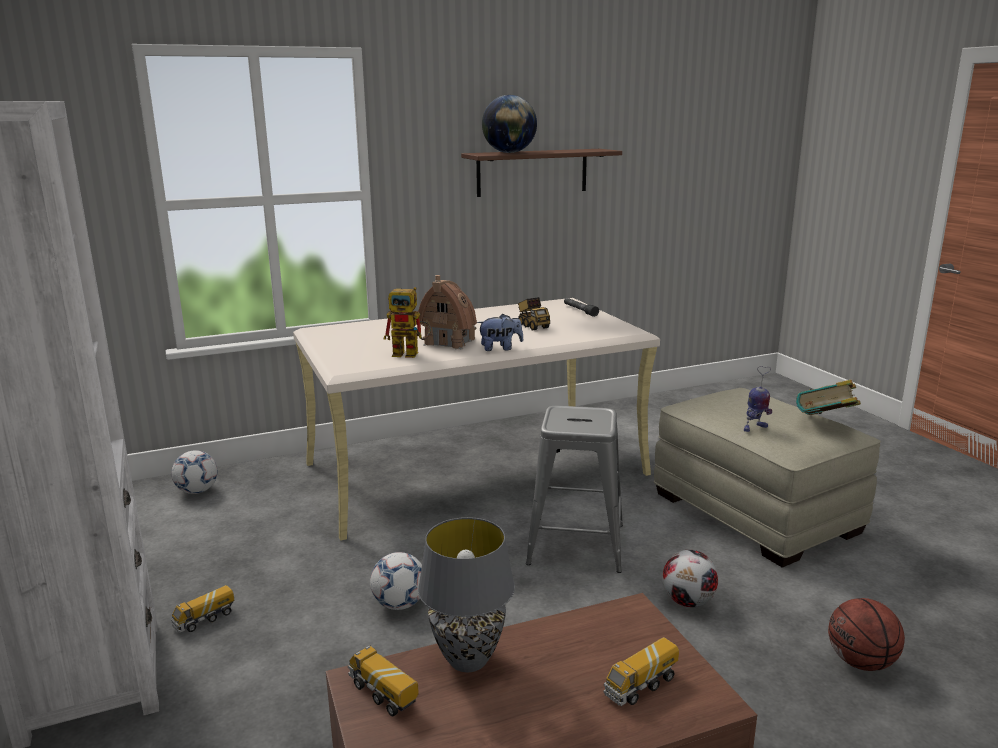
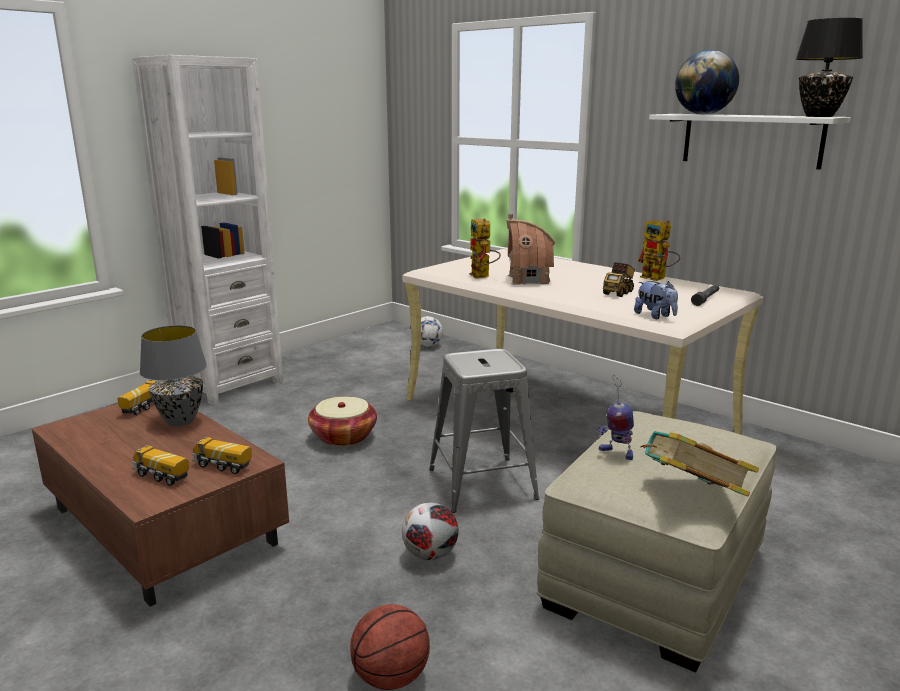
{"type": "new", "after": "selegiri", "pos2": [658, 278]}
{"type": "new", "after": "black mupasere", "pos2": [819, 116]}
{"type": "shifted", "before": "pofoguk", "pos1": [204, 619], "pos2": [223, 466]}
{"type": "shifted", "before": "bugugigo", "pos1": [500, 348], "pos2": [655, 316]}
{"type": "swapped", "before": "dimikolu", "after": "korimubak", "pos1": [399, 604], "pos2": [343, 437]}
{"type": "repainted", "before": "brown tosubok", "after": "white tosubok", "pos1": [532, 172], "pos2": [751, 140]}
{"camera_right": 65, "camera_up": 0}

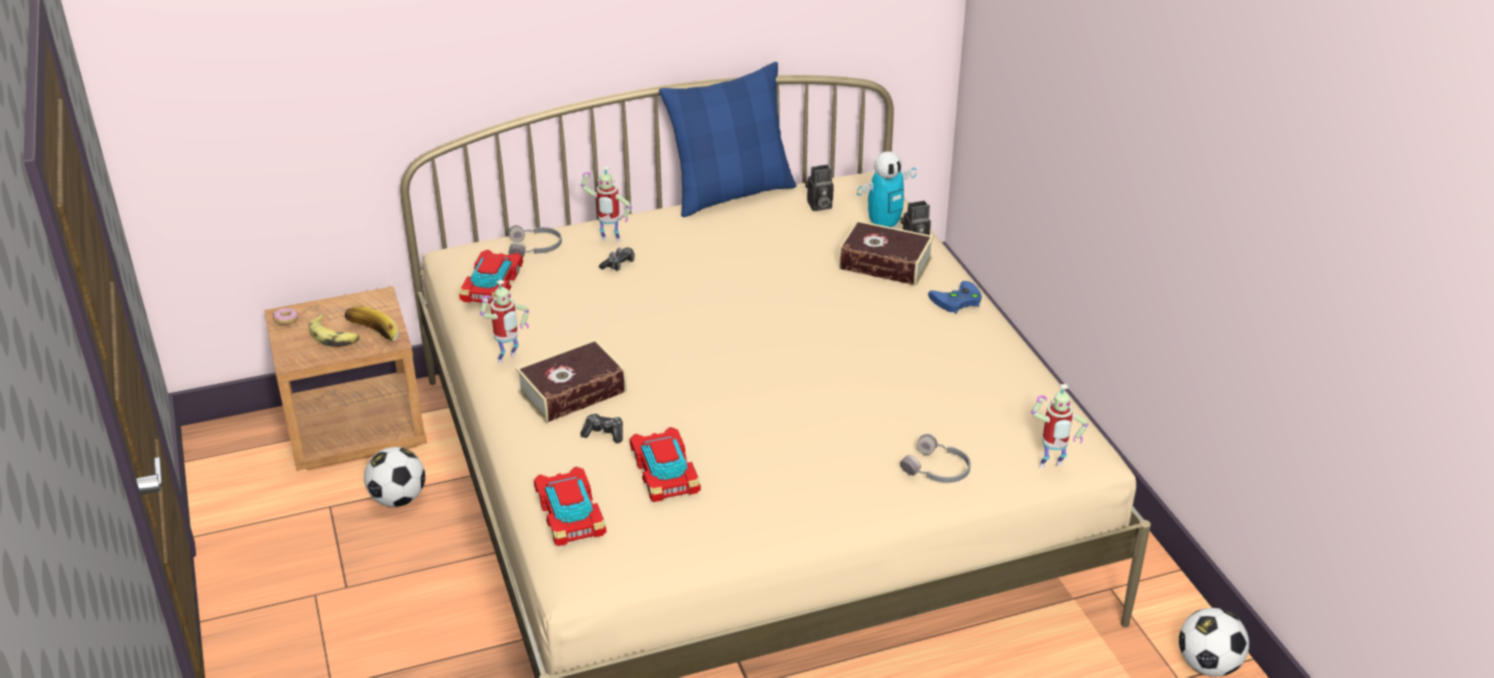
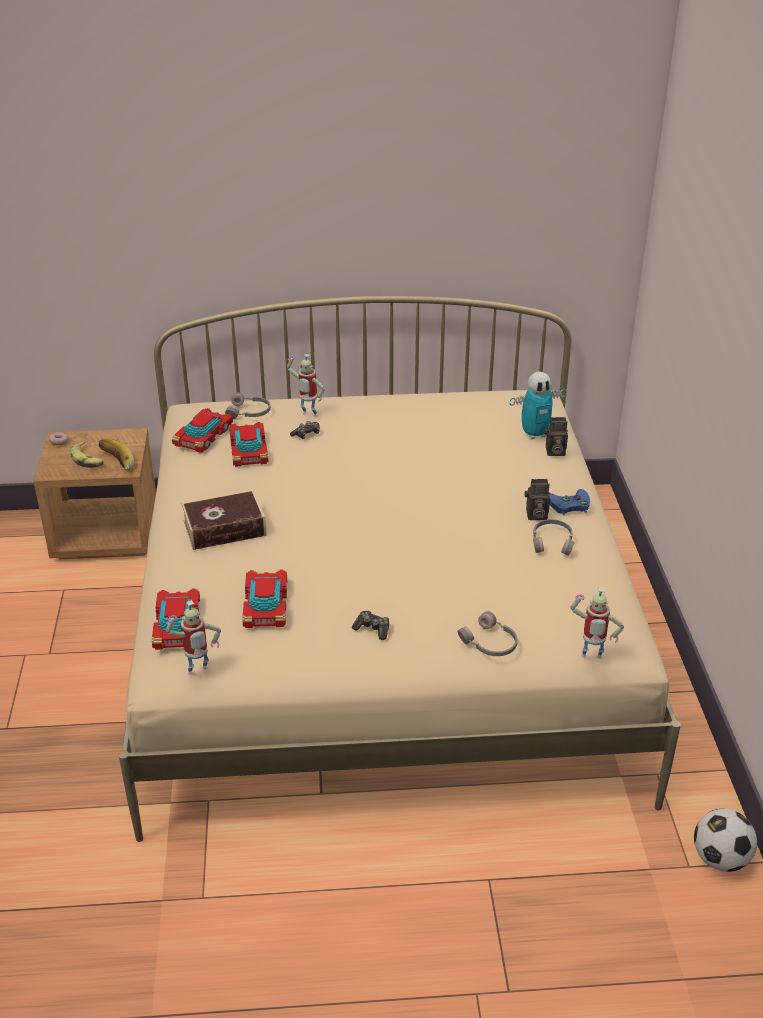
{"type": "gone", "before": "dimikolu", "pos1": [398, 499]}
{"type": "gone", "before": "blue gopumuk", "pos1": [731, 193]}
{"type": "gone", "before": "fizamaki", "pos1": [885, 263]}
{"type": "new", "after": "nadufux", "pos2": [249, 450]}
{"type": "new", "after": "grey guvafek", "pos2": [552, 542]}
{"type": "shifted", "before": "selegiri", "pos1": [508, 360], "pos2": [198, 672]}
{"type": "shifted", "before": "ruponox", "pos1": [604, 433], "pos2": [372, 629]}
{"type": "shifted", "before": "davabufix", "pos1": [818, 206], "pos2": [535, 515]}
{"camera_right": 15, "camera_up": 0}

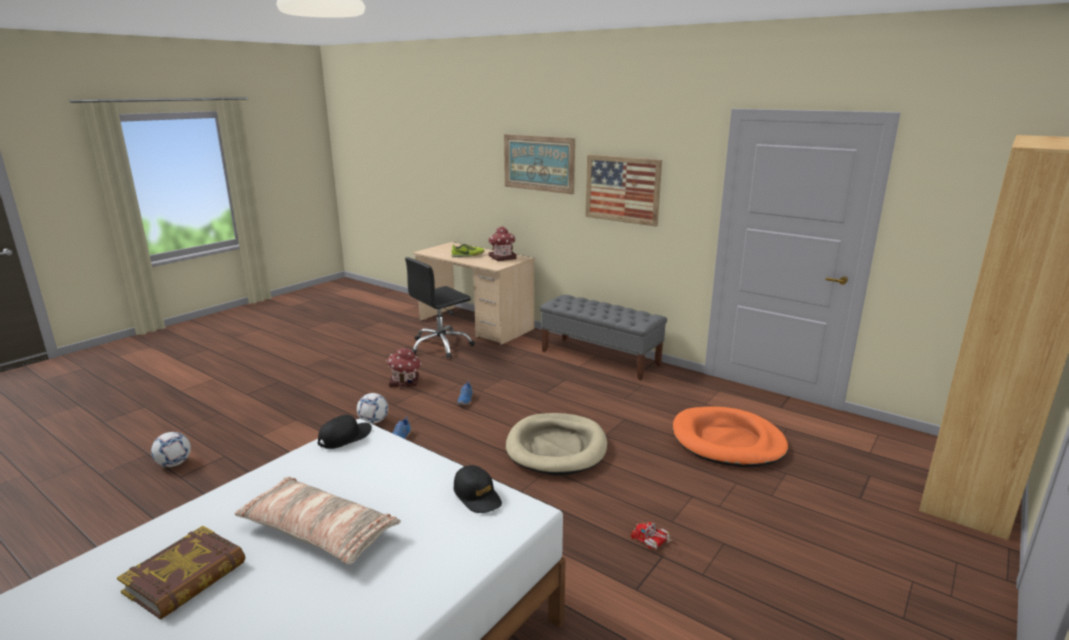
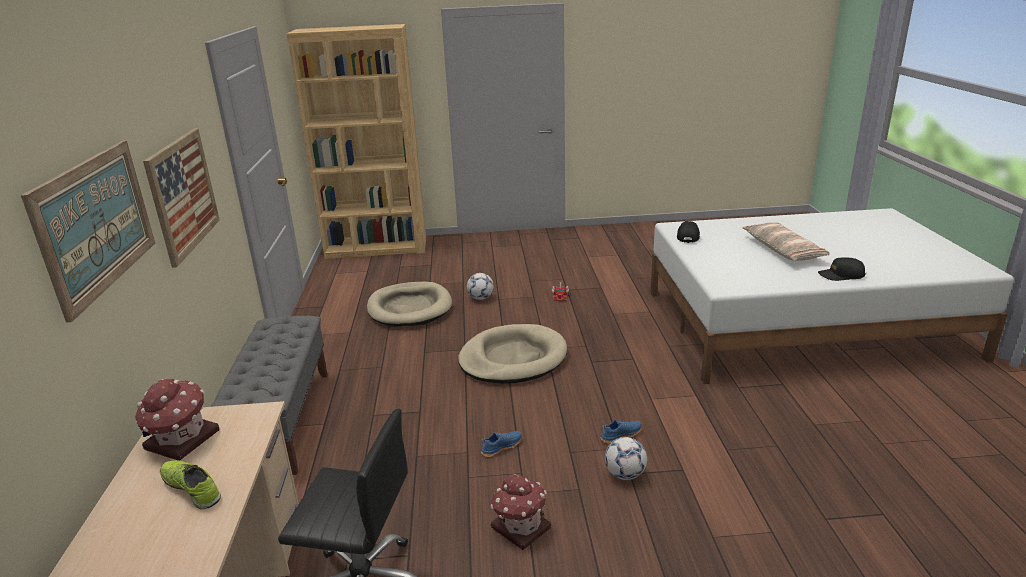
{"type": "gone", "before": "fizamaki", "pos1": [186, 578]}
{"type": "shifted", "before": "dimikolu", "pos1": [174, 464], "pos2": [481, 298]}
{"type": "shifted", "before": "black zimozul", "pos1": [345, 437], "pos2": [841, 275]}
{"type": "repainted", "before": "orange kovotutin", "after": "beige kovotutin", "pos1": [727, 441], "pos2": [410, 308]}
{"camera_right": -130, "camera_up": 5}

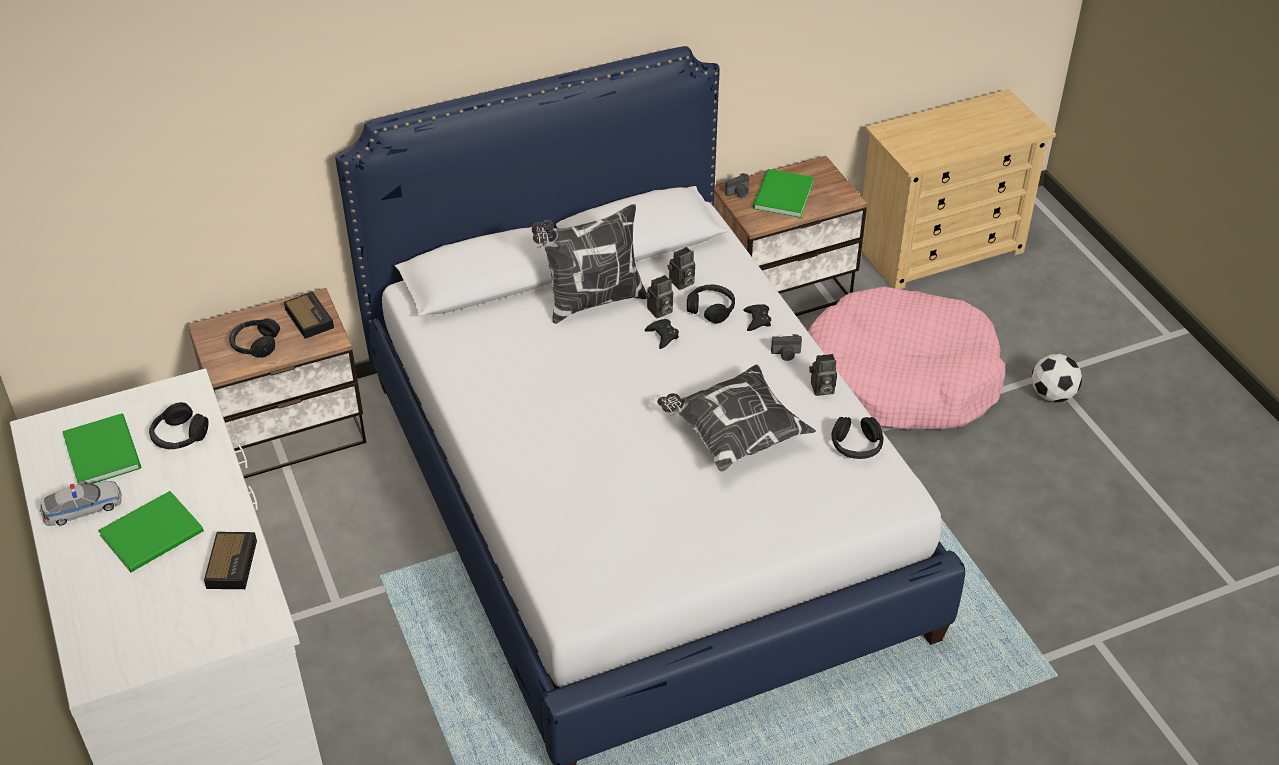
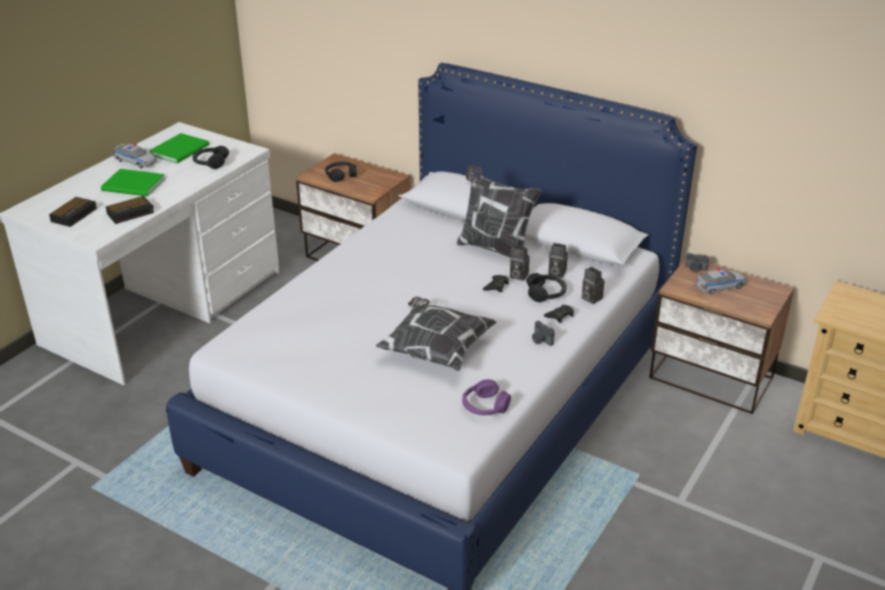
{"type": "gone", "before": "pink kovotutin", "pos1": [900, 379]}
{"type": "gone", "before": "dimikolu", "pos1": [1052, 395]}
{"type": "shifted", "before": "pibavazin", "pos1": [309, 318], "pos2": [74, 214]}
{"type": "shifted", "before": "davabufix", "pos1": [821, 389], "pos2": [590, 298]}
{"type": "swapped", "before": "green fizamaki", "after": "nadufux", "pos1": [781, 196], "pos2": [719, 286]}
{"type": "repainted", "before": "black guvafek", "after": "purple guvafek", "pos1": [856, 446], "pos2": [484, 406]}
{"camera_right": 55, "camera_up": -10}

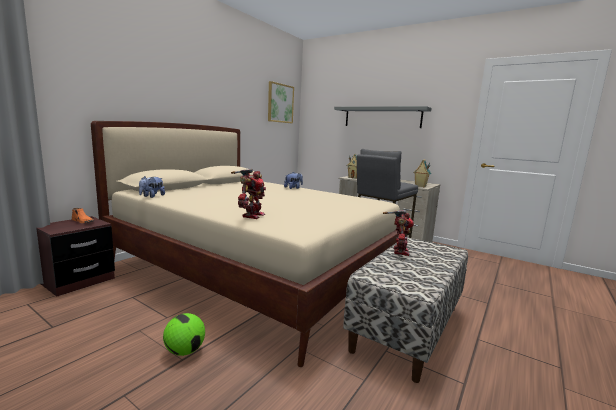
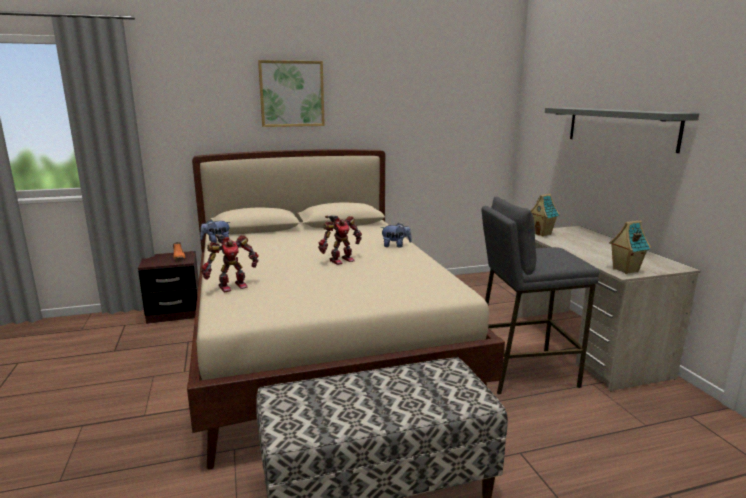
{"type": "gone", "before": "dimikolu", "pos1": [185, 351]}
{"type": "shifted", "before": "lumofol", "pos1": [280, 103], "pos2": [292, 94]}
{"type": "shifted", "before": "selegiri", "pos1": [399, 251], "pos2": [340, 260]}
{"camera_right": 40, "camera_up": 5}

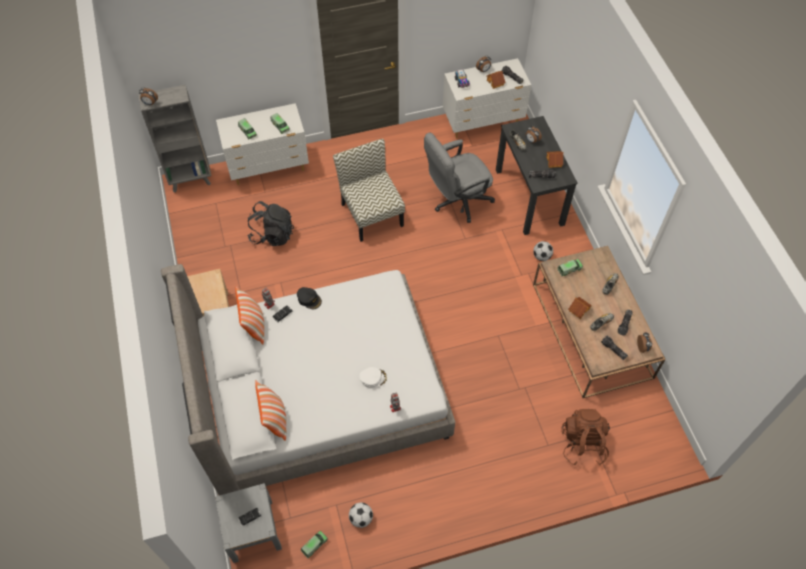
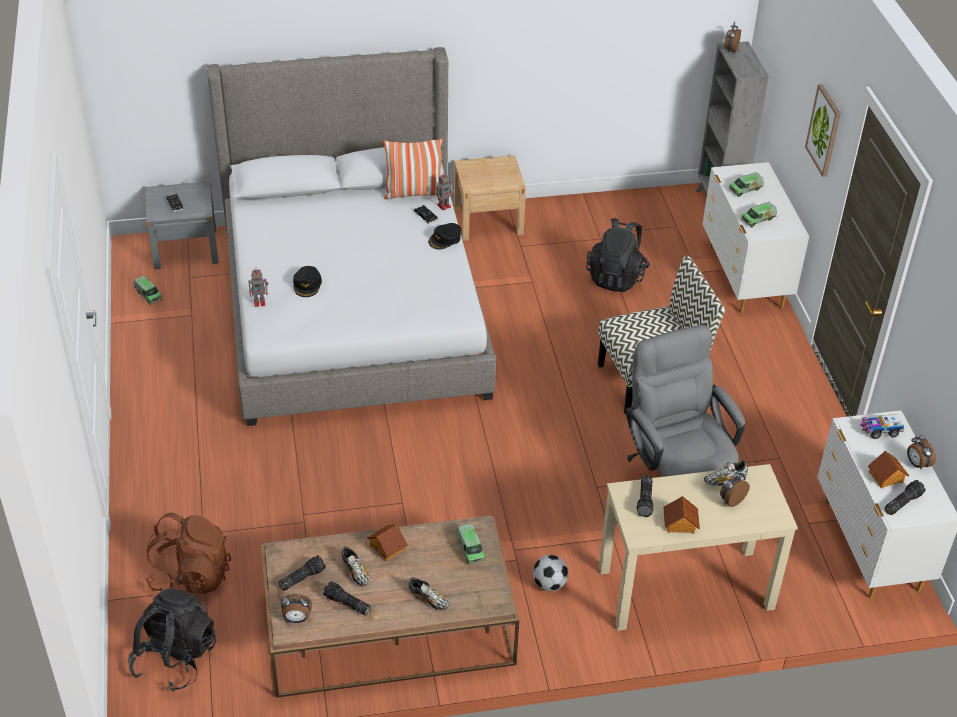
{"type": "gone", "before": "gopumuk", "pos1": [275, 419]}
{"type": "gone", "before": "dimikolu", "pos1": [361, 518]}
{"type": "new", "after": "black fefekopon", "pos2": [175, 658]}
{"type": "new", "after": "lumofol", "pos2": [824, 130]}
{"type": "repainted", "before": "white zimozul", "after": "black zimozul", "pos1": [373, 378], "pos2": [307, 284]}
{"type": "repainted", "before": "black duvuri", "after": "beige duvuri", "pos1": [529, 197], "pos2": [685, 588]}
{"camera_right": 95, "camera_up": -15}

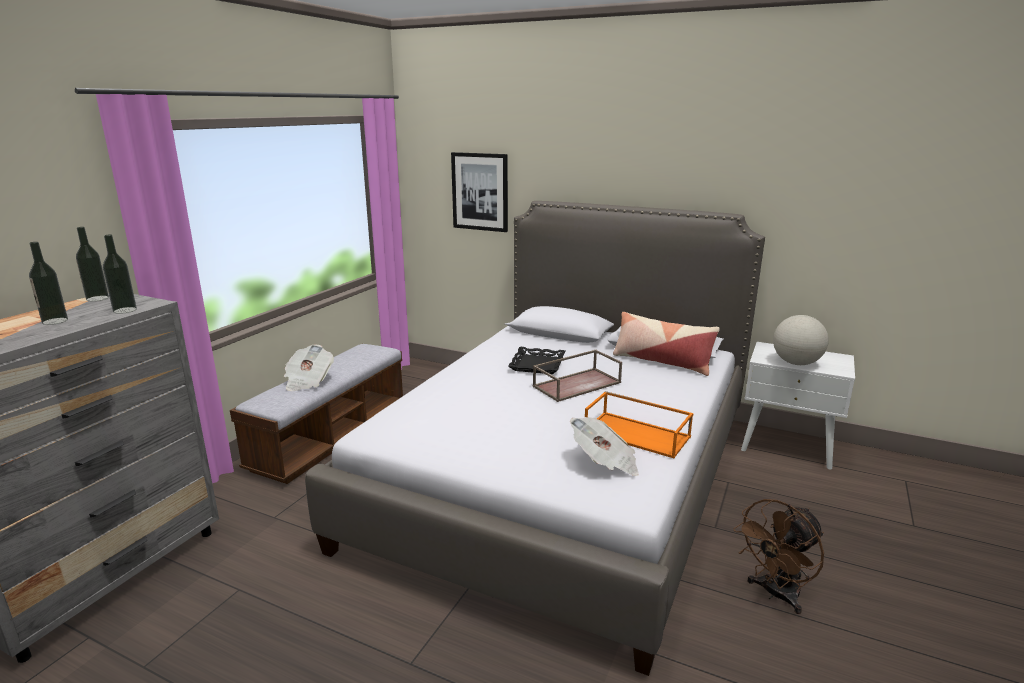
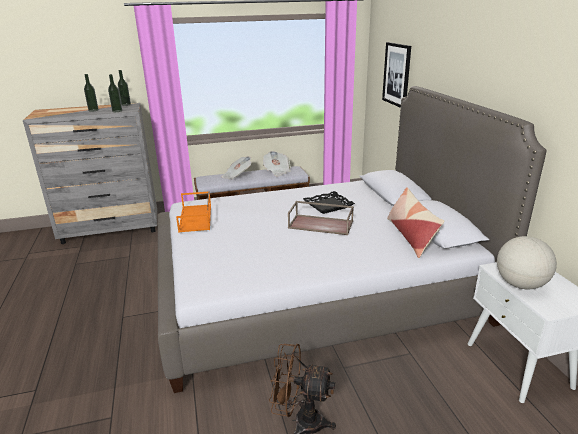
{"type": "shifted", "before": "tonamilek", "pos1": [605, 463], "pos2": [277, 171]}
{"type": "shifted", "before": "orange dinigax", "pos1": [638, 434], "pos2": [196, 218]}
{"camera_right": 50, "camera_up": 5}

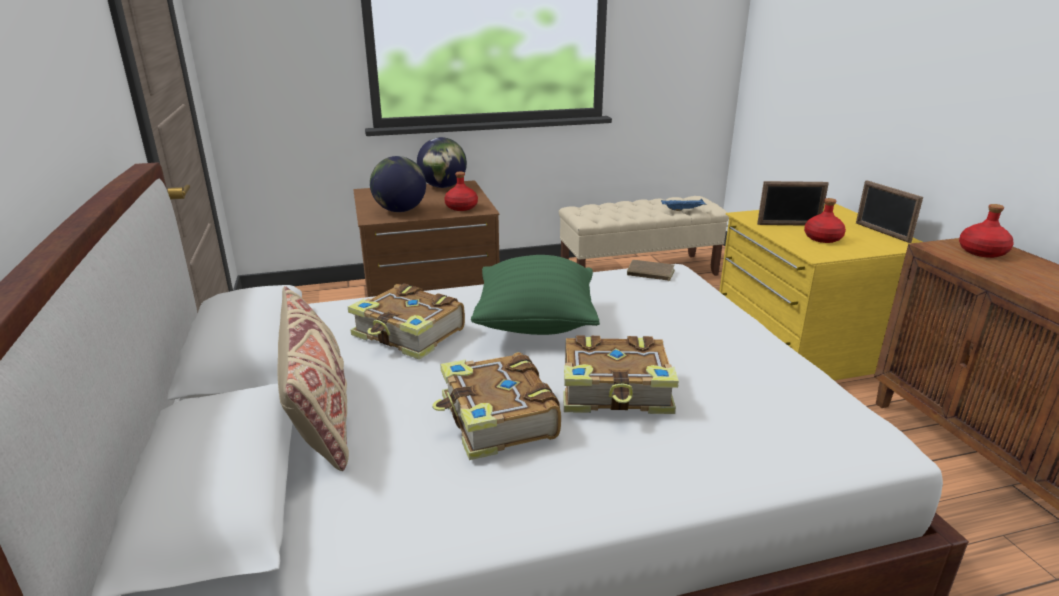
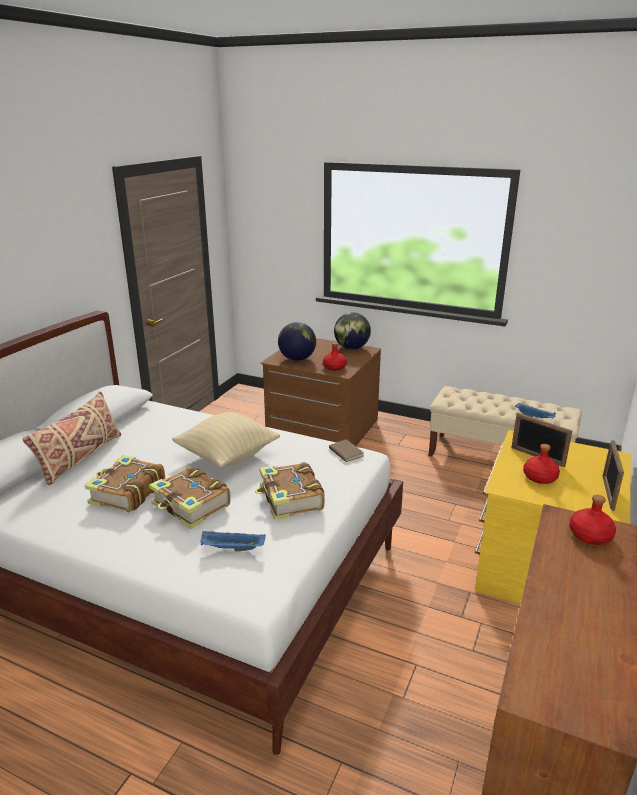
{"type": "new", "after": "blue dinigax", "pos2": [232, 549]}
{"type": "shifted", "before": "fizamaki", "pos1": [409, 334], "pos2": [290, 499]}
{"type": "repainted", "before": "green gopumuk", "after": "beige gopumuk", "pos1": [536, 324], "pos2": [227, 456]}
{"camera_right": 40, "camera_up": 0}

